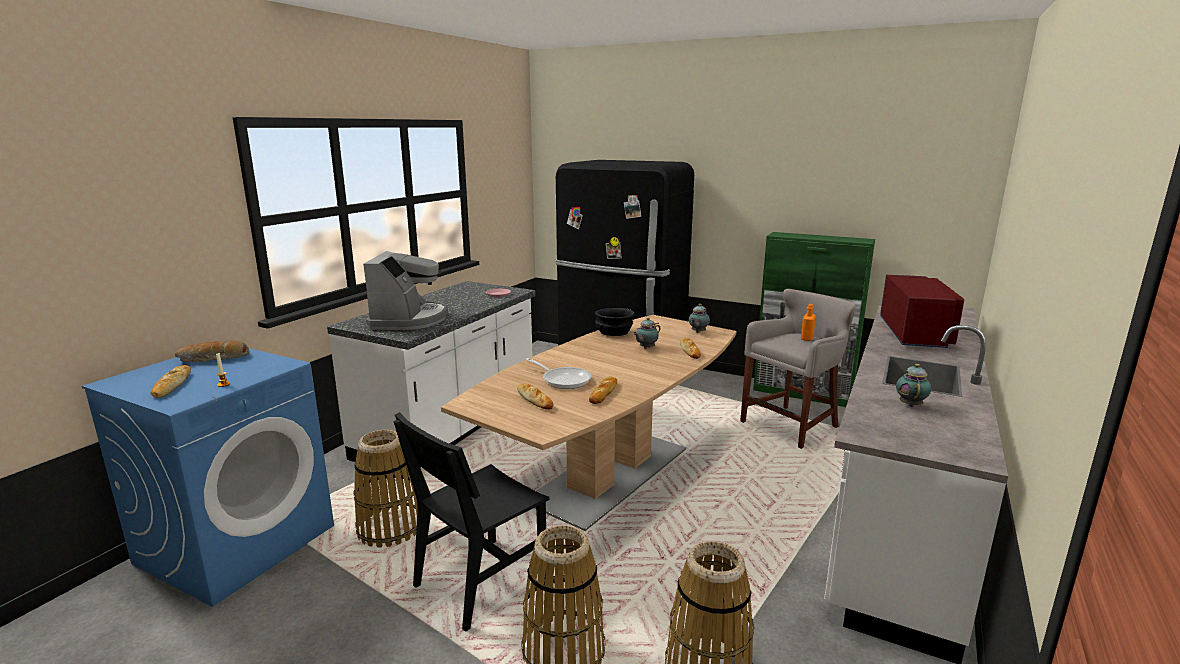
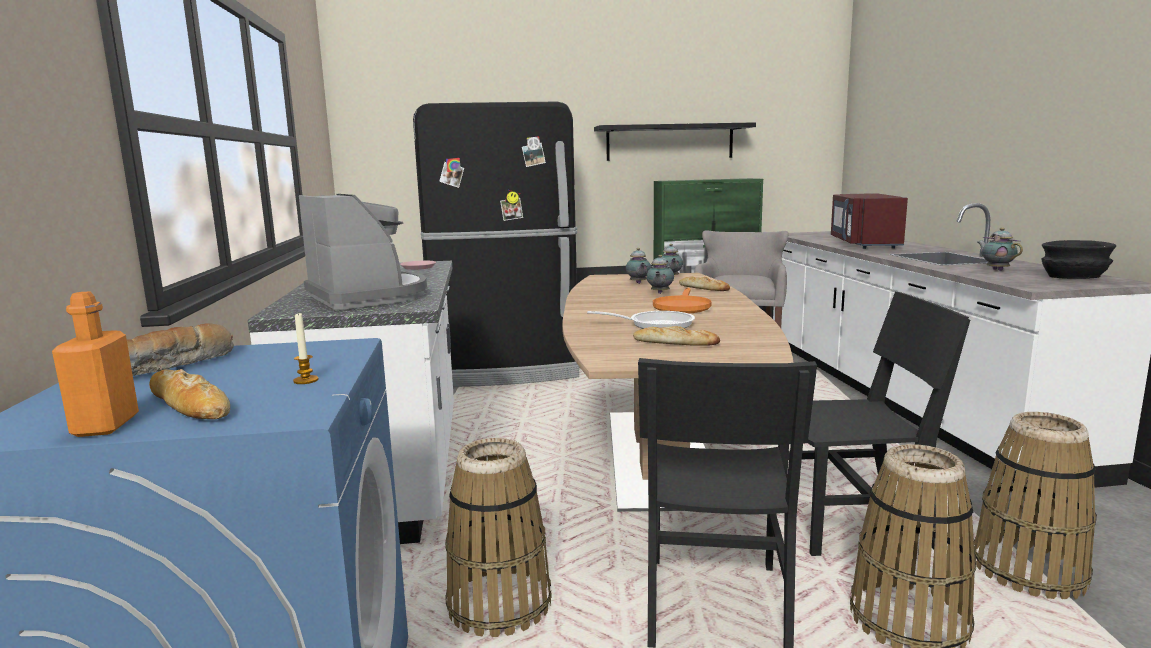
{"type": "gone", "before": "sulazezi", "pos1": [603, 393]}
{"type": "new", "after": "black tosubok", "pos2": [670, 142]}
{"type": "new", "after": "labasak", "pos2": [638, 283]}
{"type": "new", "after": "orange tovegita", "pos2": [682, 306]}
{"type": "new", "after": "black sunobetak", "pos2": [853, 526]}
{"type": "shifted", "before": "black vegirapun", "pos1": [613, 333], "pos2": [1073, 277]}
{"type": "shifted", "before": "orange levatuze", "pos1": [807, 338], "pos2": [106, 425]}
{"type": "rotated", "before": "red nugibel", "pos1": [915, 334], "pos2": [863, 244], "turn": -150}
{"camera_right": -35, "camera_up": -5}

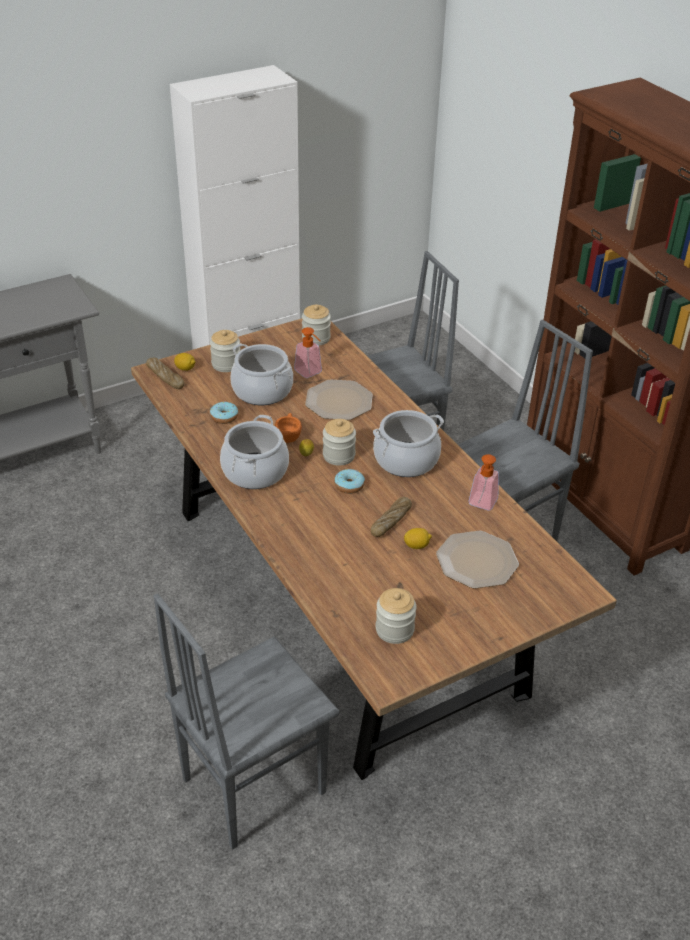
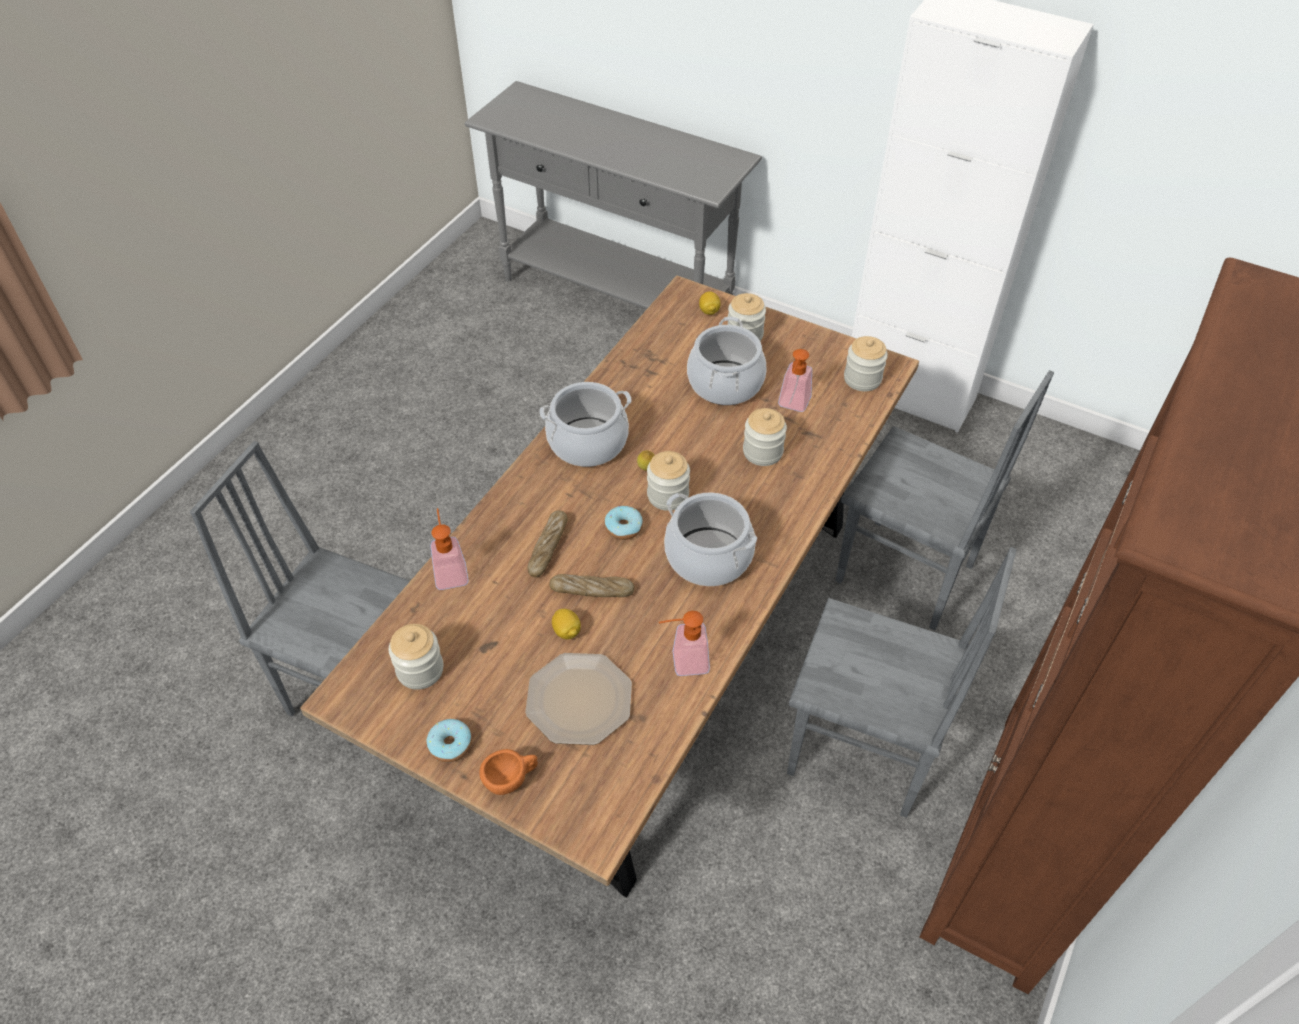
{"type": "new", "after": "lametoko", "pos2": [450, 571]}
{"type": "shifted", "before": "sulazezi", "pos1": [165, 377], "pos2": [548, 547]}
{"type": "shifted", "before": "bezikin", "pos1": [224, 417], "pos2": [450, 745]}
{"type": "shifted", "before": "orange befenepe", "pos1": [288, 436], "pos2": [511, 779]}
{"type": "swapped", "before": "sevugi", "after": "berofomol", "pos1": [339, 402], "pos2": [762, 452]}
{"camera_right": 60, "camera_up": 10}

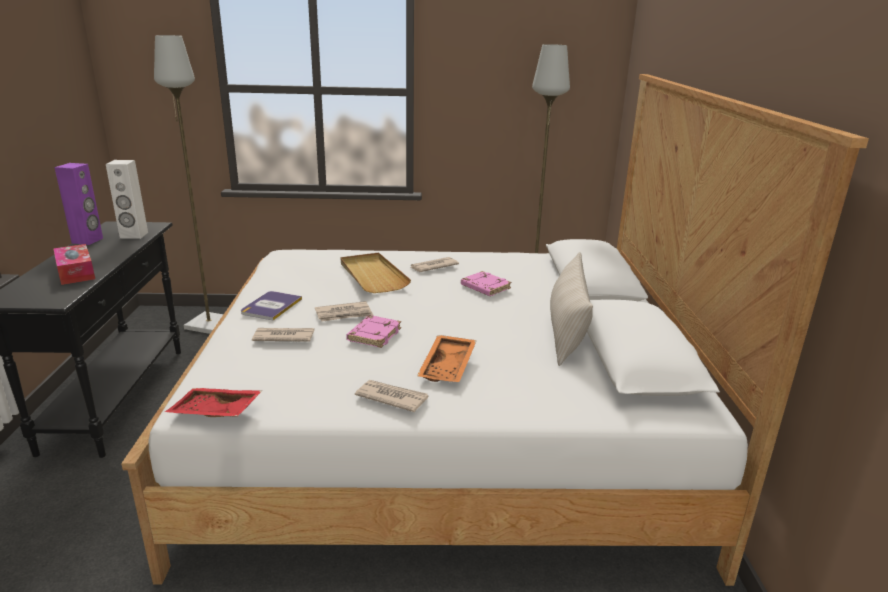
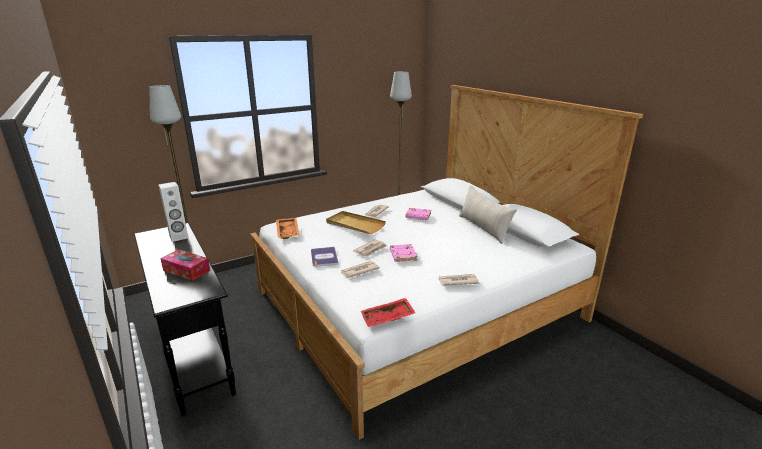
{"type": "gone", "before": "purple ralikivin", "pos1": [88, 240]}
{"type": "shifted", "before": "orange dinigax", "pos1": [449, 367], "pos2": [288, 232]}
{"camera_right": -30, "camera_up": 0}

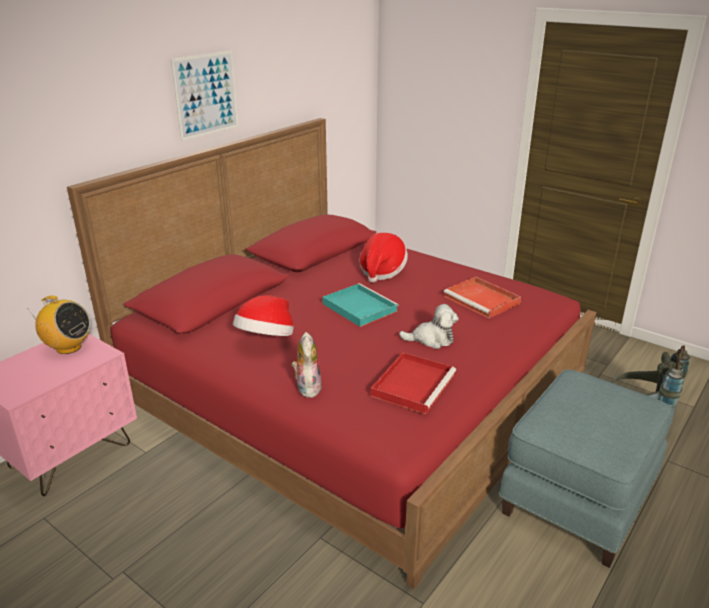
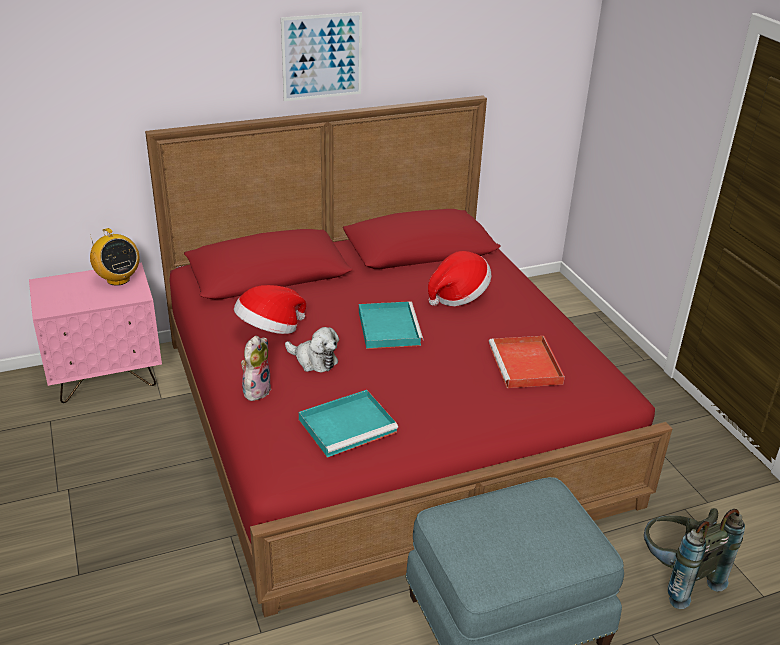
{"type": "shifted", "before": "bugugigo", "pos1": [431, 339], "pos2": [314, 360]}
{"type": "repainted", "before": "red dinigax", "after": "turquoise dinigax", "pos1": [413, 384], "pos2": [349, 425]}
{"camera_right": 30, "camera_up": 5}

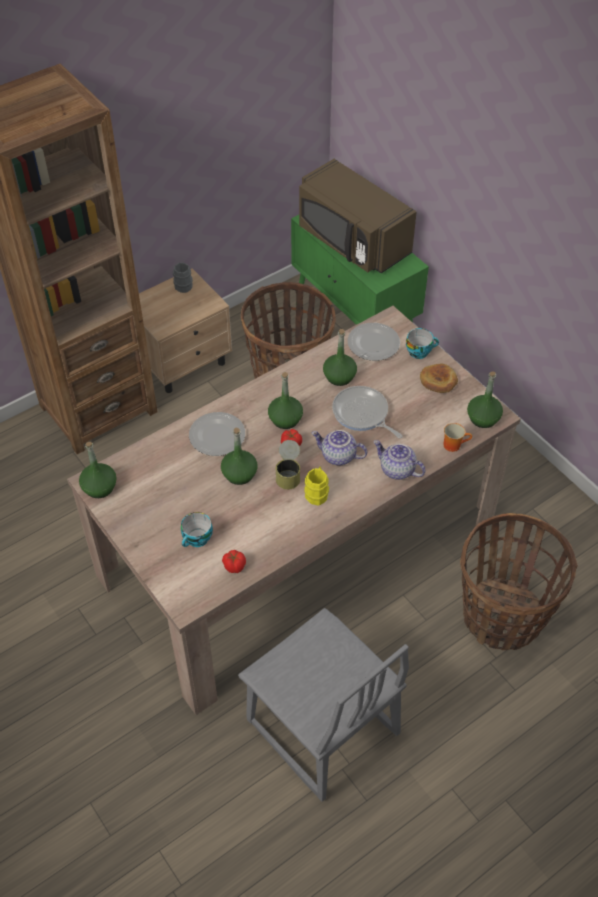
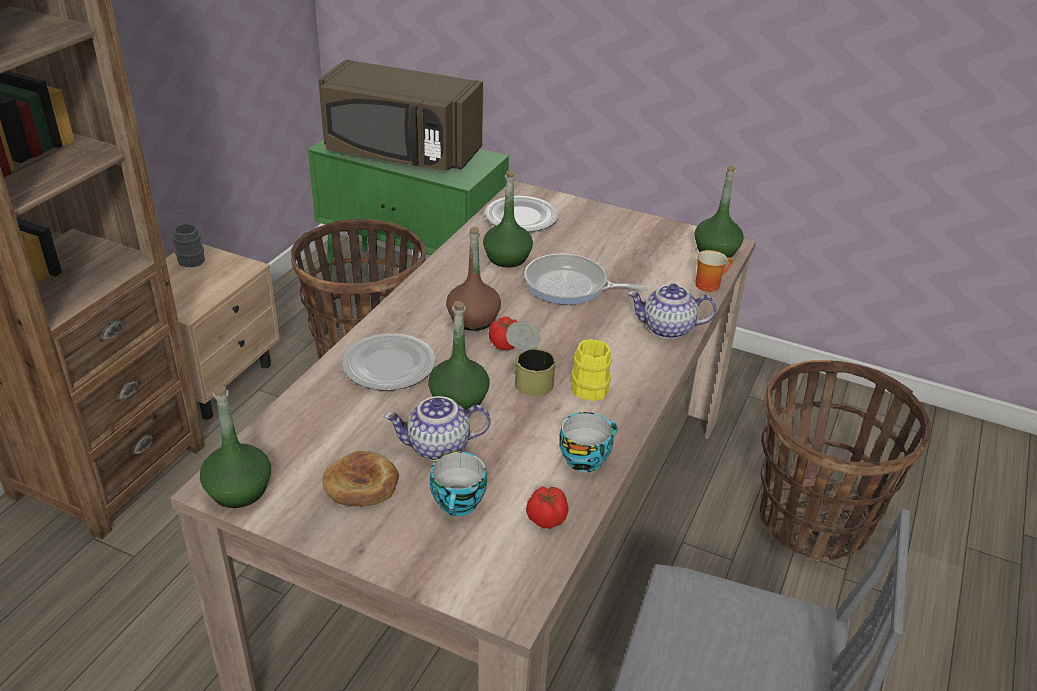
{"type": "shifted", "before": "labasak", "pos1": [338, 456], "pos2": [438, 448]}
{"type": "shifted", "before": "befenepe", "pos1": [419, 351], "pos2": [585, 458]}
{"type": "shifted", "before": "sulazezi", "pos1": [438, 380], "pos2": [361, 484]}
{"type": "repainted", "before": "green levatuze", "after": "brown levatuze", "pos1": [285, 419], "pos2": [473, 319]}
{"camera_right": -30, "camera_up": -15}

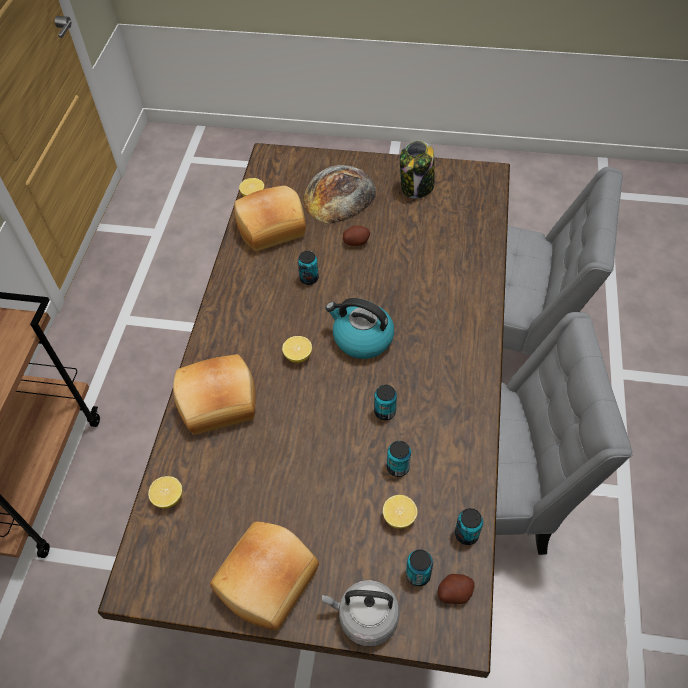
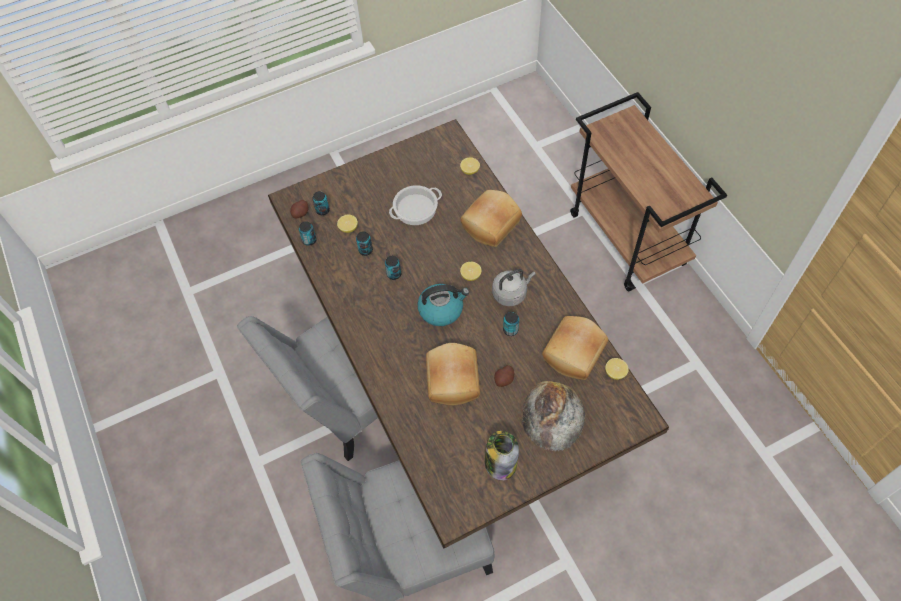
{"type": "new", "after": "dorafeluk", "pos2": [415, 209]}
{"type": "shifted", "before": "sulazezi", "pos1": [269, 582], "pos2": [451, 380]}
{"type": "shifted", "before": "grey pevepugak", "pos1": [365, 618], "pos2": [511, 293]}
{"camera_right": 145, "camera_up": 5}

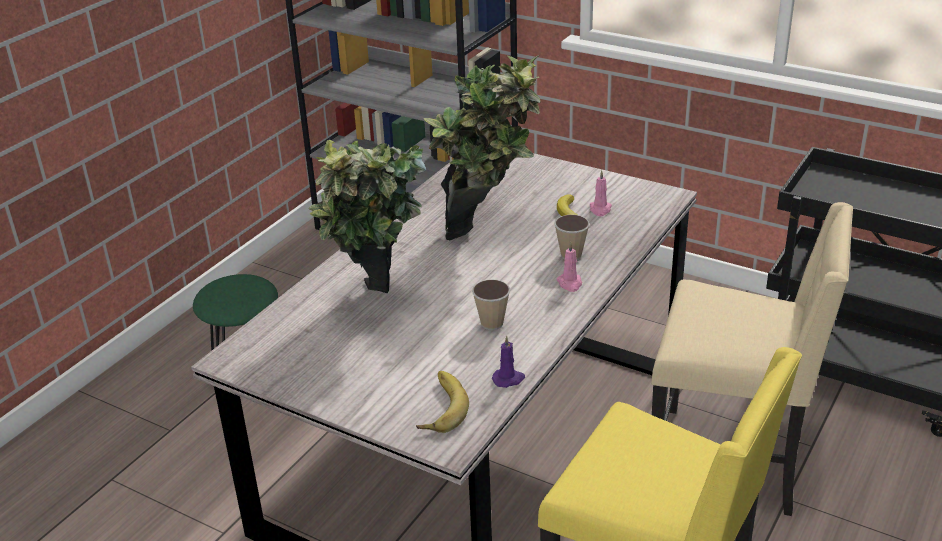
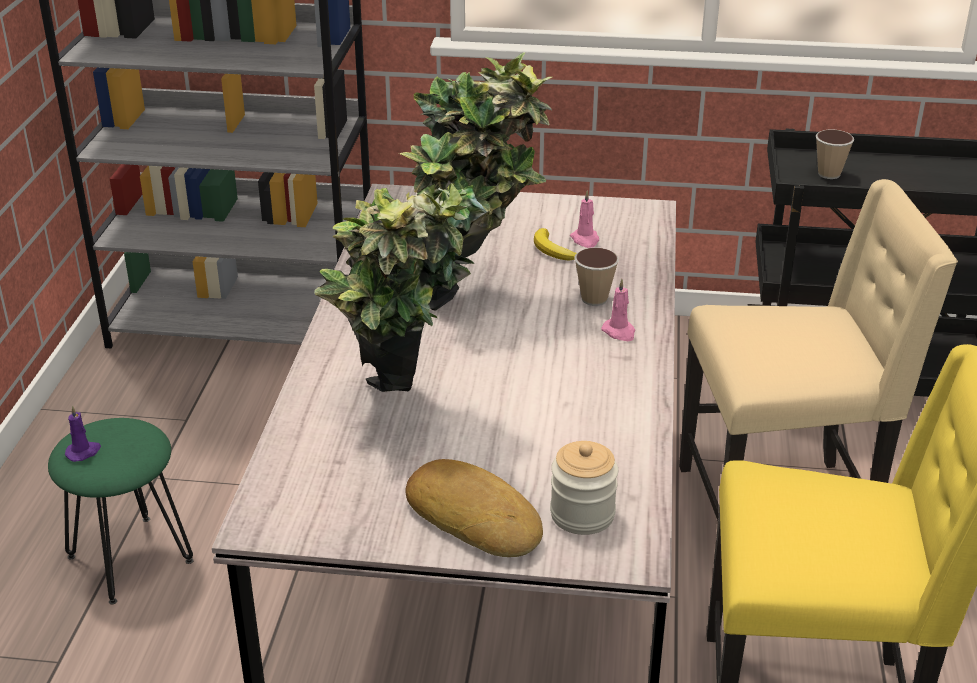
{"type": "new", "after": "sulazezi", "pos2": [475, 516]}
{"type": "shifted", "before": "befenepe", "pos1": [492, 323], "pos2": [829, 174]}
{"type": "shifted", "before": "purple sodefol", "pos1": [508, 379], "pos2": [83, 452]}
{"type": "swapped", "before": "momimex", "after": "berofomol", "pos1": [438, 407], "pos2": [582, 514]}
{"camera_right": -25, "camera_up": 0}

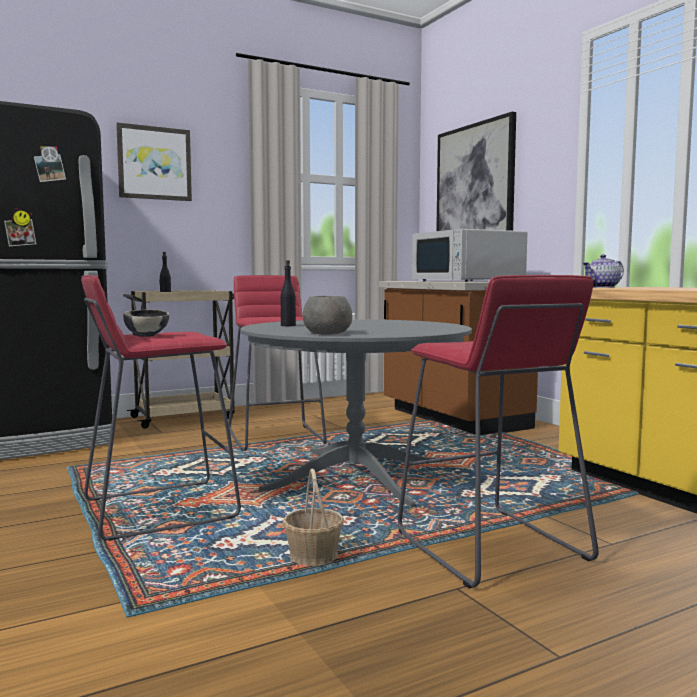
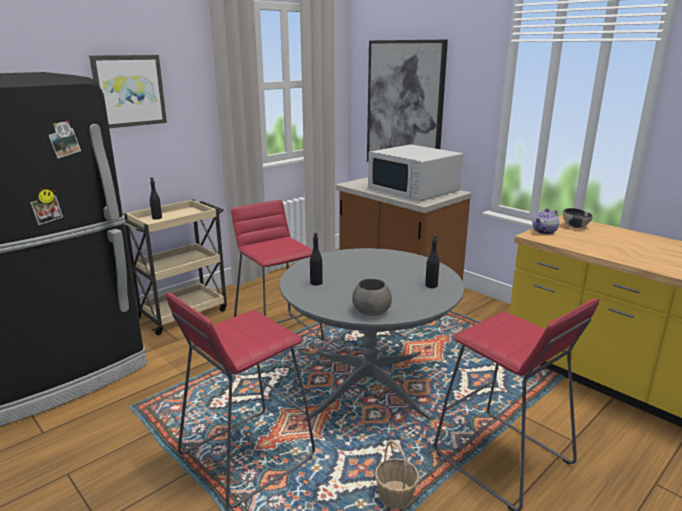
{"type": "new", "after": "black levatuze", "pos2": [431, 285]}
{"type": "shifted", "before": "vegirapun", "pos1": [147, 336], "pos2": [575, 226]}
{"camera_right": -15, "camera_up": 15}

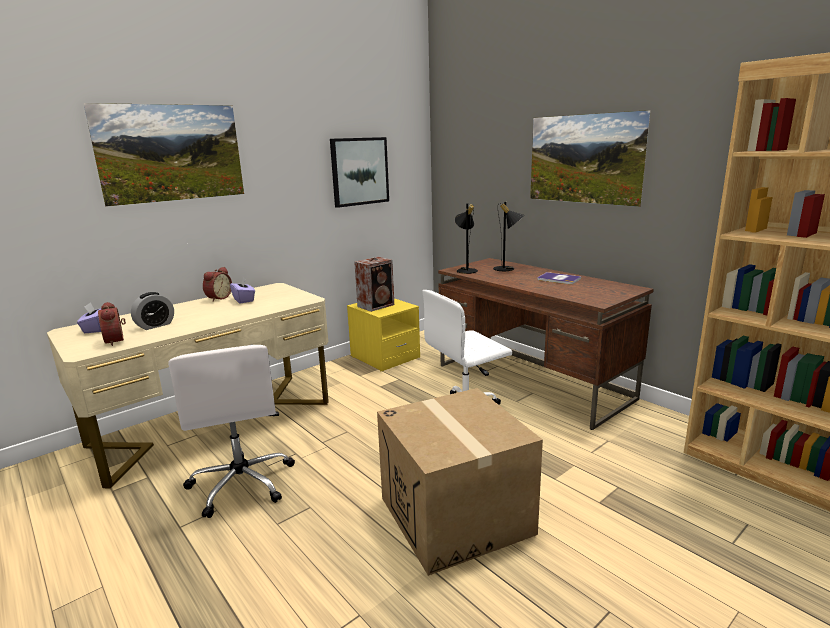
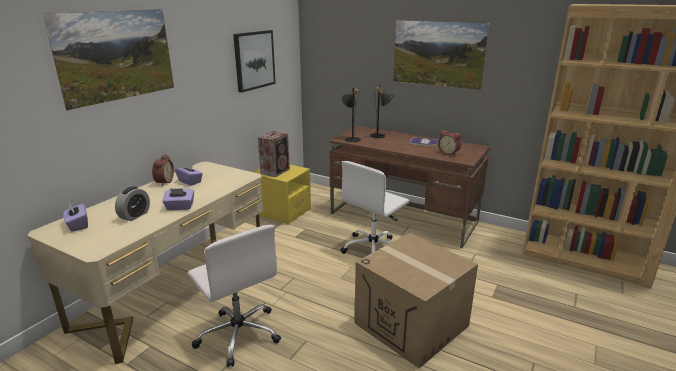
{"type": "new", "after": "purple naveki", "pos2": [180, 207]}
{"type": "shifted", "before": "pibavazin", "pos1": [117, 340], "pos2": [449, 153]}
{"camera_right": -20, "camera_up": 5}

